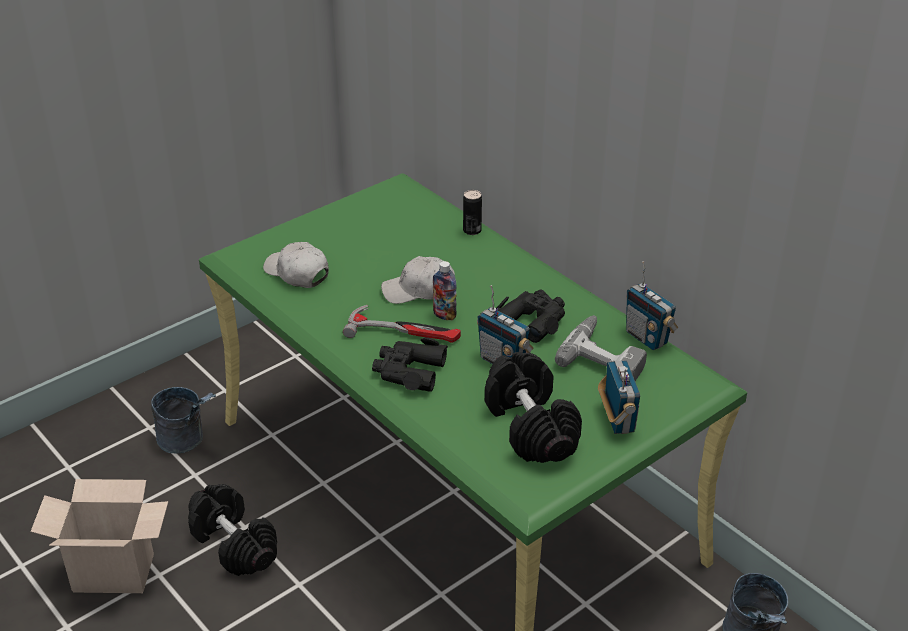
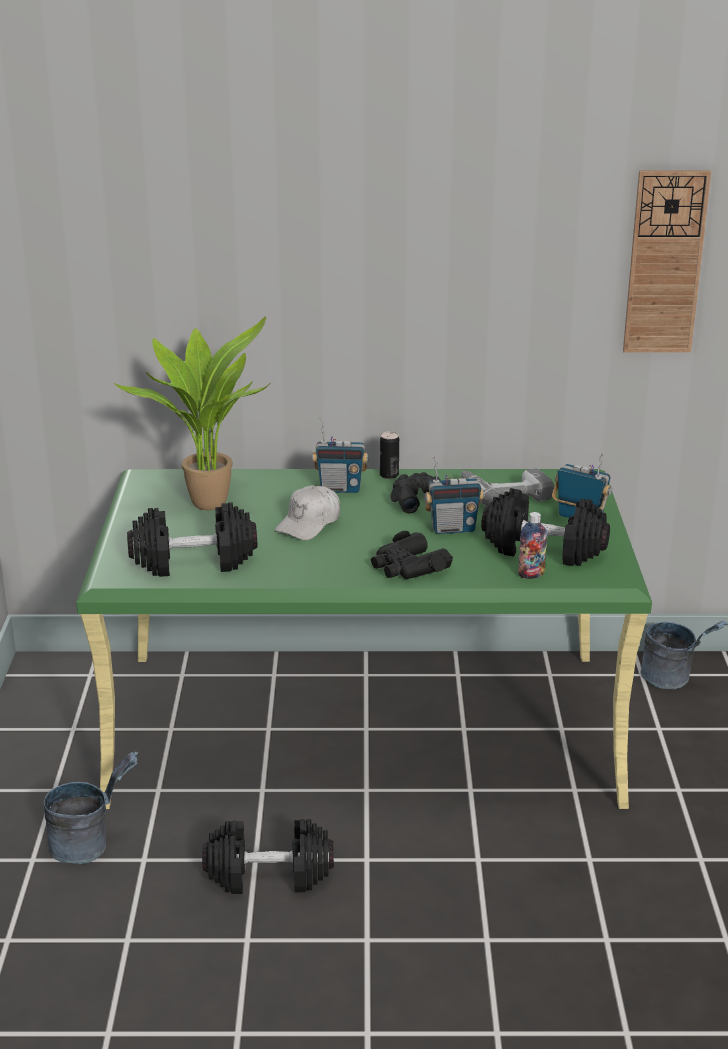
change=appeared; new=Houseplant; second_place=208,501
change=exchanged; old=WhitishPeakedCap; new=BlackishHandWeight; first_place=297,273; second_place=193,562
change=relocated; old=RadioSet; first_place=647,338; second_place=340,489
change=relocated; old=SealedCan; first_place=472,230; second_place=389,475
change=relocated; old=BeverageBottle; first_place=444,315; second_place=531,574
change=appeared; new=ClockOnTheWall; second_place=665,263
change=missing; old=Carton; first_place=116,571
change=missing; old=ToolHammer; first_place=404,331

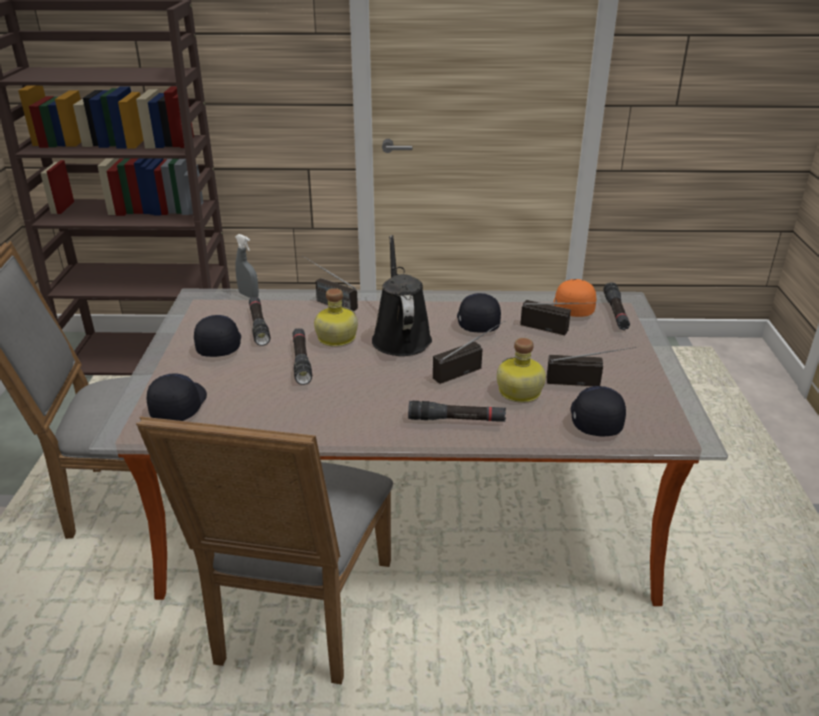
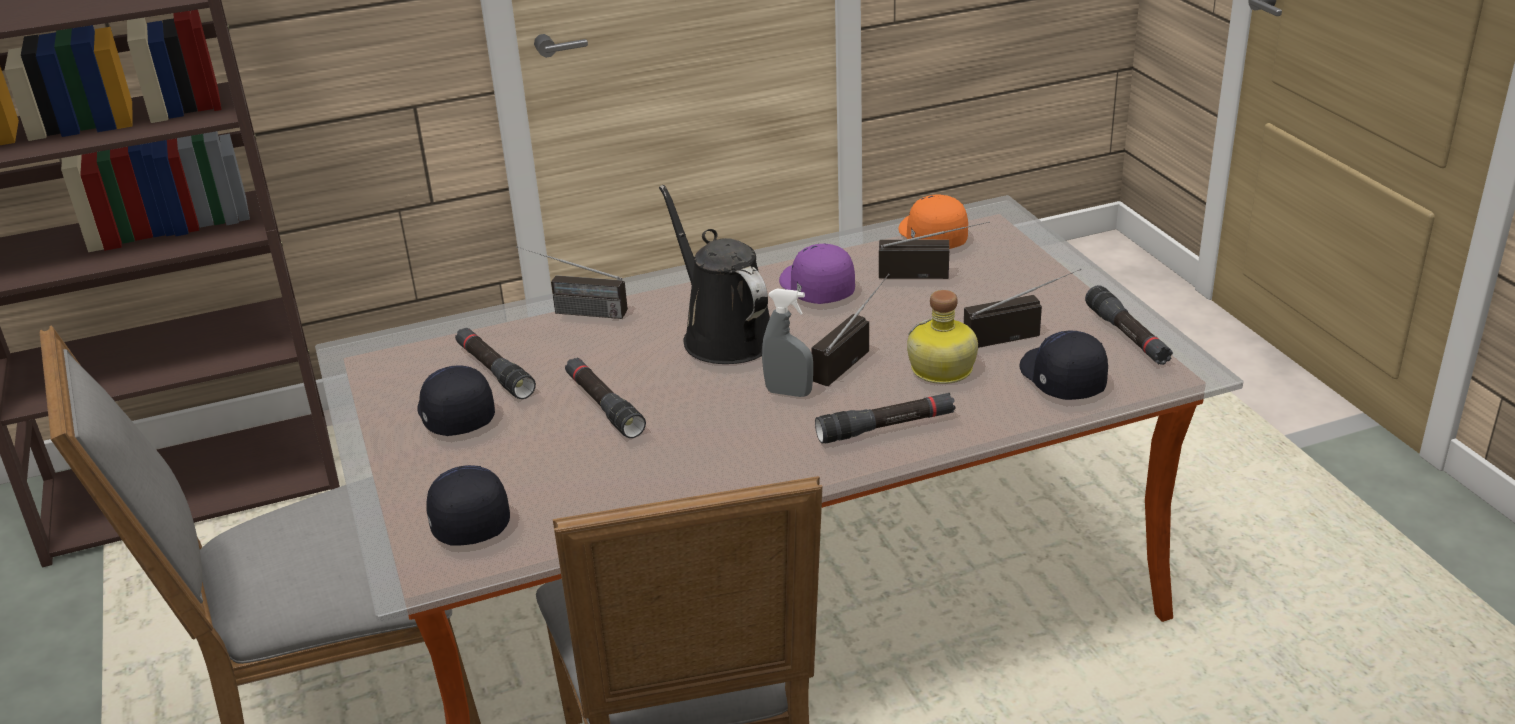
change=relocated; old=GrayHandSprayer; first_place=249,295; second_place=788,392
change=colour; old=BlackishPeakedCap; new=PurpleColouredPeakedCap; first_place=476,322; second_place=815,288
change=relocated; old=BlackishFlashlight; first_place=615,312; second_place=1127,336
change=missing; old=BeverageBottle; first_place=335,338

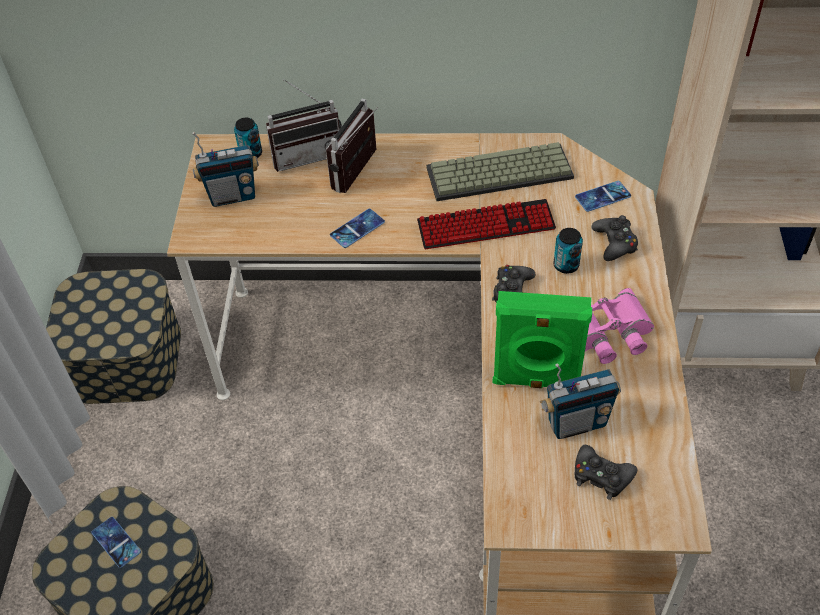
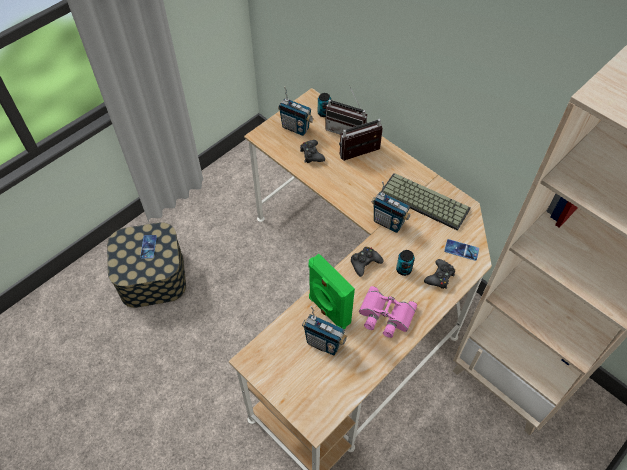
change=relocated; old=BlackishJoypad; first_place=601,476; second_place=311,154
change=exchanged; old=ComputerKeyboard; new=RadioSet; first_place=486,226; second_place=388,222
change=missing; old=StorageBin; first_place=125,358
change=missing; old=Handset; first_place=357,228

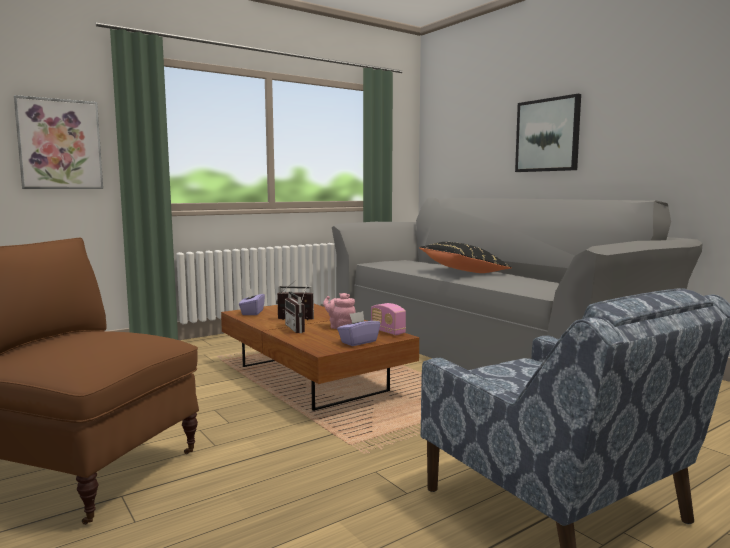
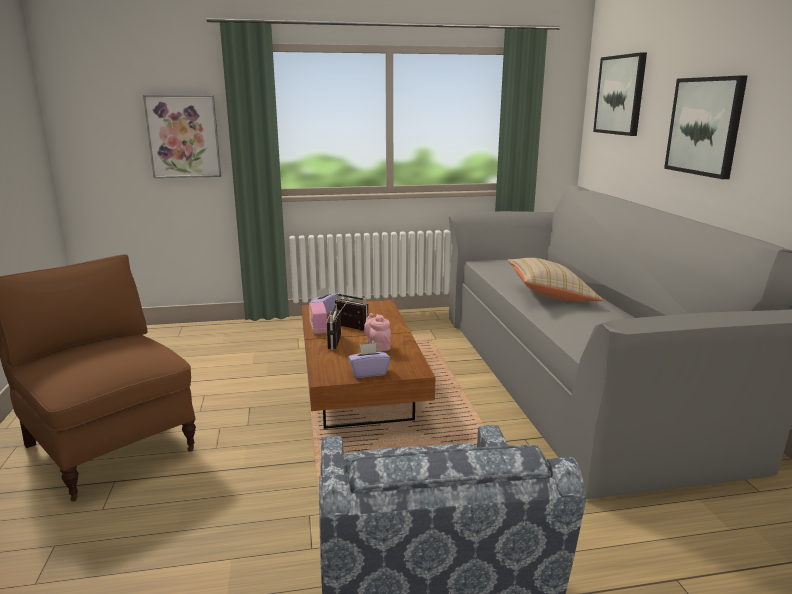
change=relocated; old=RadioSet; first_place=387,332; second_place=318,328
change=colour; old=BlackishPillow; new=BeigePillow; first_place=463,272; second_place=550,295
change=appeared; new=Picture; second_place=620,95

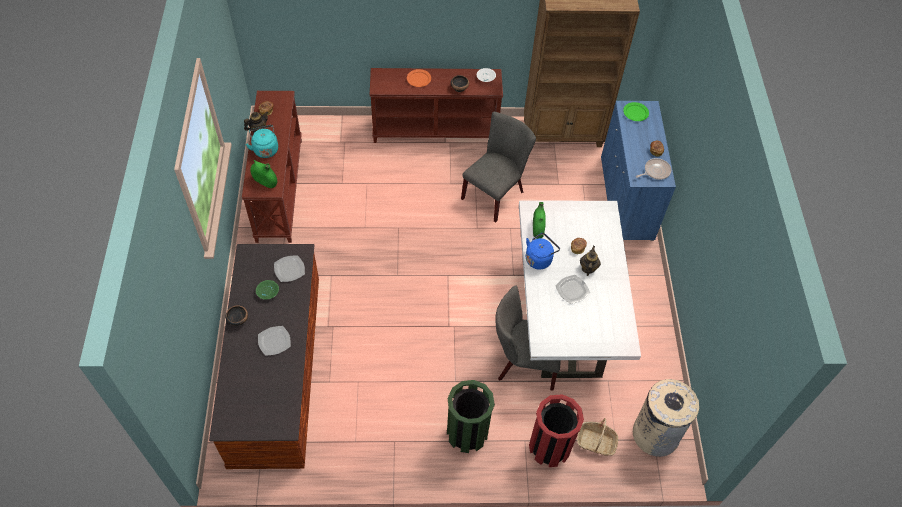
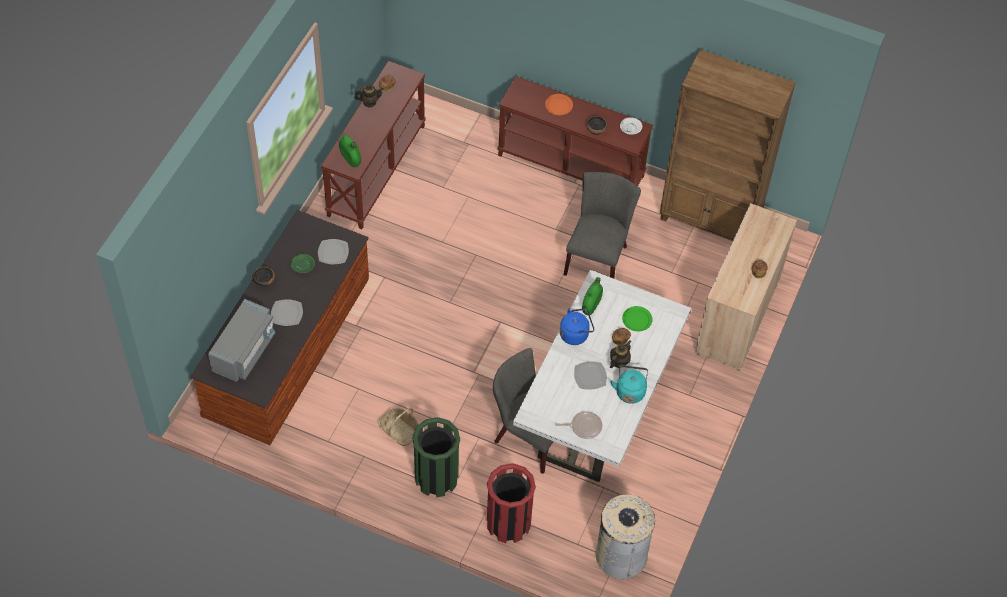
change=appeared; new=GrayKitchenMicrowave; second_place=244,351
change=relocated; old=HouseholdBasket; first_place=596,442; second_place=400,431
change=relocated; old=Skillet; first_place=655,171; second_place=584,426
change=spun; old=GrayChair; first_place=495,193; second_place=597,257; degrees=-45
change=relocated; old=TurquoiseColouredWaterKettle; first_place=265,149; second_place=630,391
change=relocated; old=GreenFlatDish; first_place=635,113; second_place=636,319
change=colour; old=BlueStorageCabinet; new=BeigeStorageCabinet; first_place=626,198; second_place=737,315

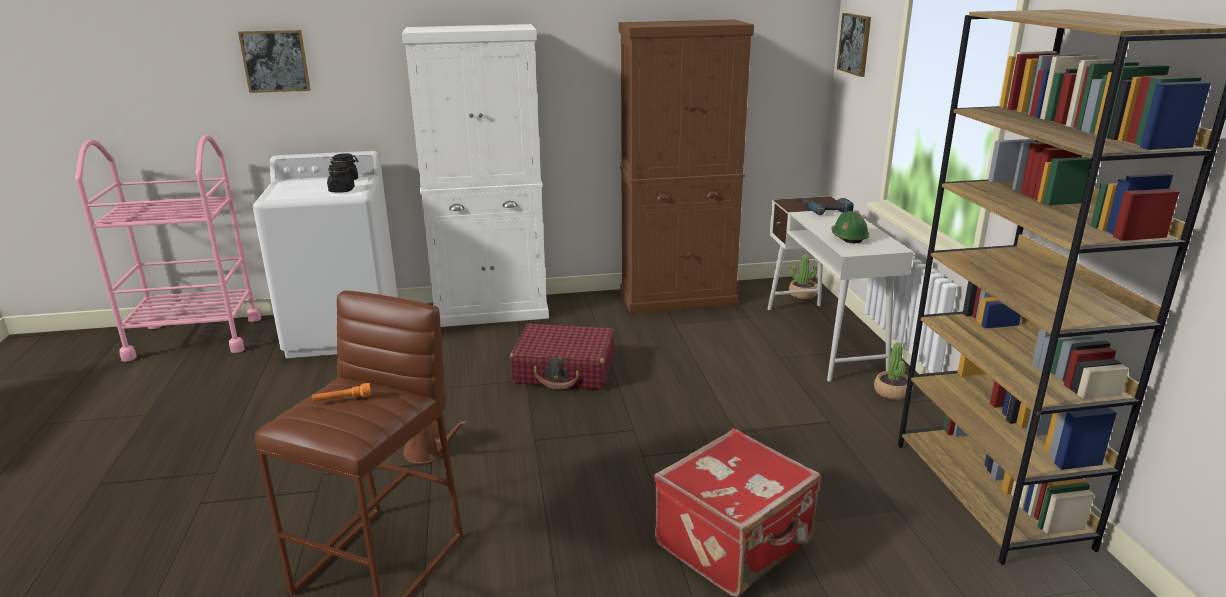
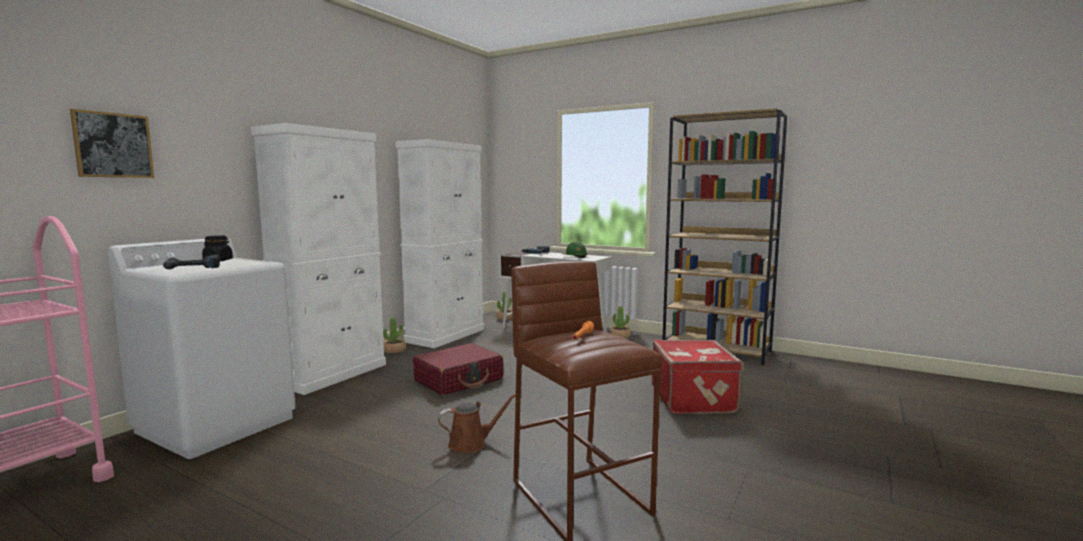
change=appeared; new=PowerDrill; second_place=193,267
change=appeared; new=Houseplant; second_place=394,350
change=colour; old=BrownColouredStorageCabinet; new=WhitishStorageCabinet; first_place=678,298; second_place=446,335
change=missing; old=BlackishJar; first_place=342,190
change=missing; old=Picture; first_place=855,44

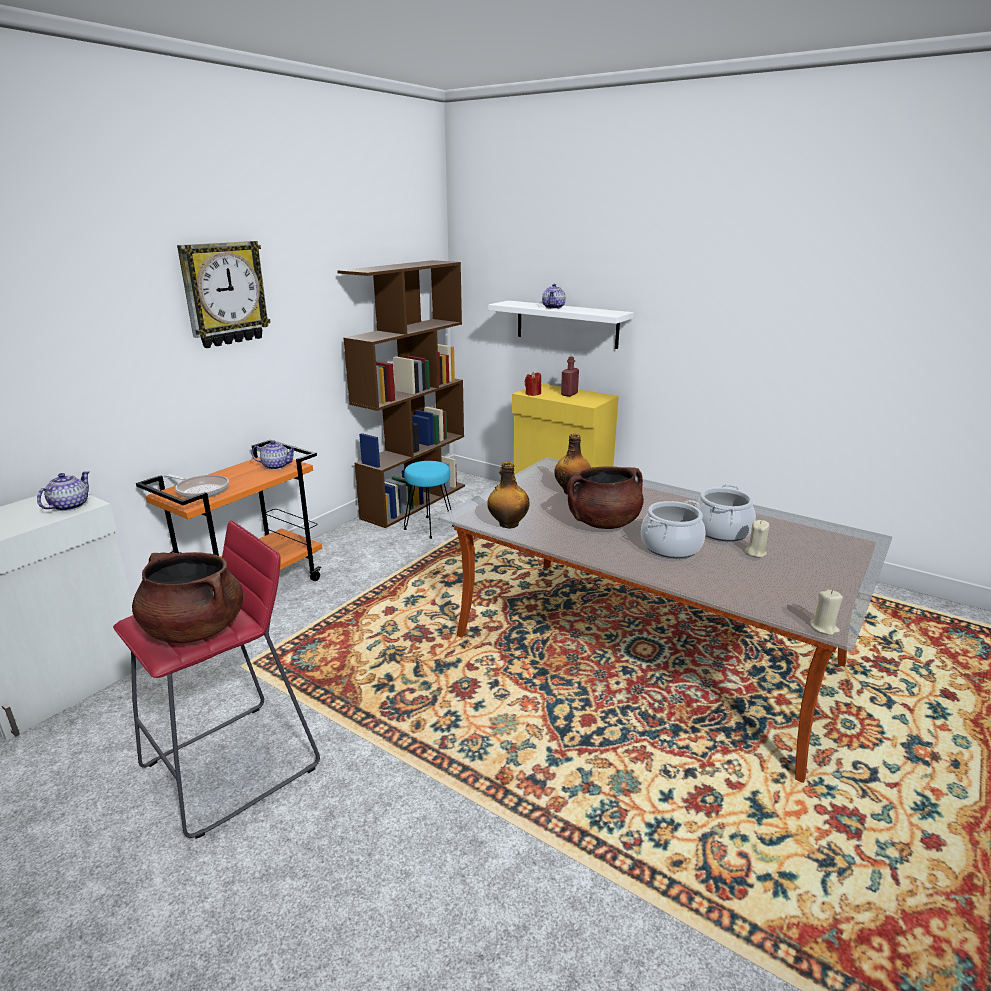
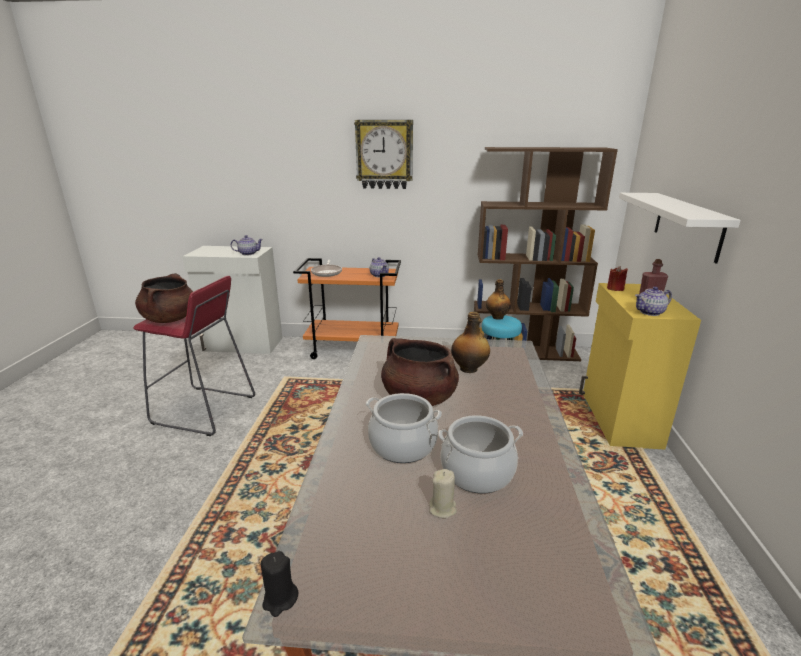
change=colour; old=BeigeWaxCandle; new=BlackishWaxCandle; first_place=824,627; second_place=280,599
change=relocated; old=BeverageBottle; first_place=508,524; second_place=497,317
change=relocated; old=PotForTea; first_place=553,307; second_place=650,312

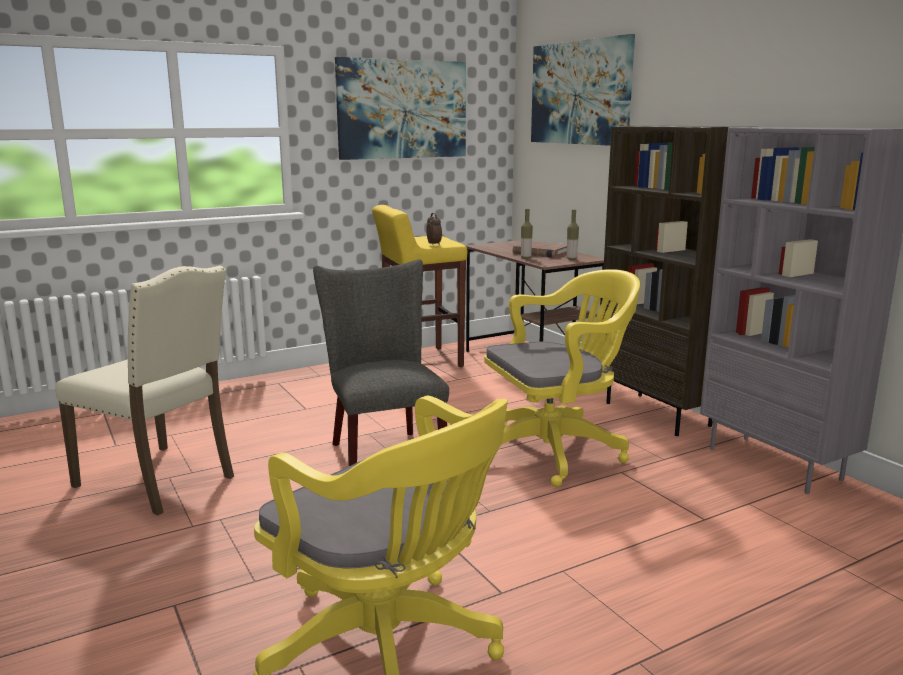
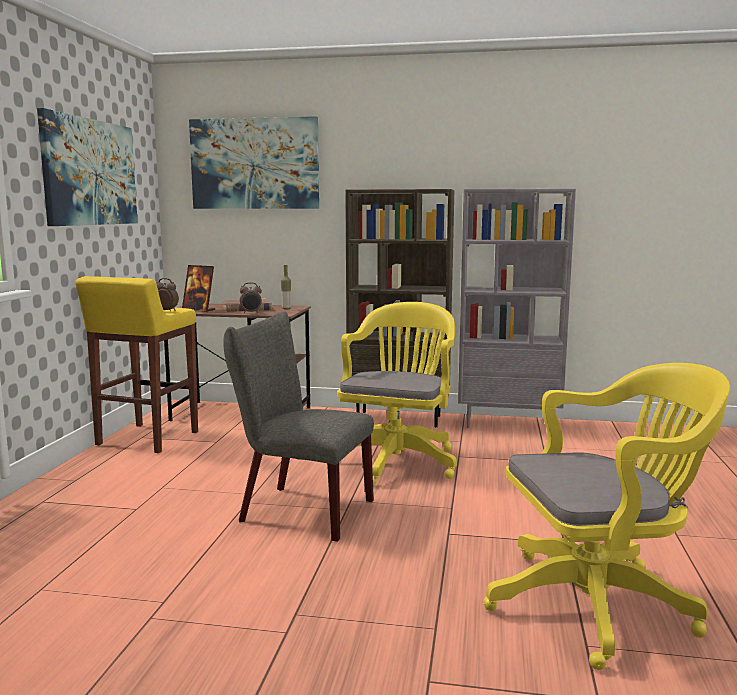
change=appeared; new=PictureFrame; second_place=199,310
change=exchanged; old=BeverageBottle; new=AlarmClock; first_place=526,257; second_place=251,312
change=missing; old=BeigeChair; first_place=160,481

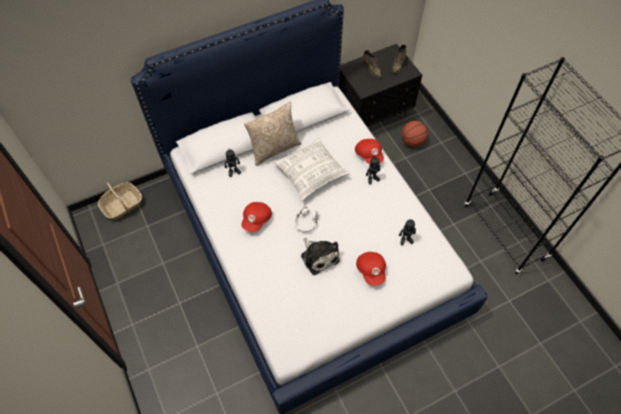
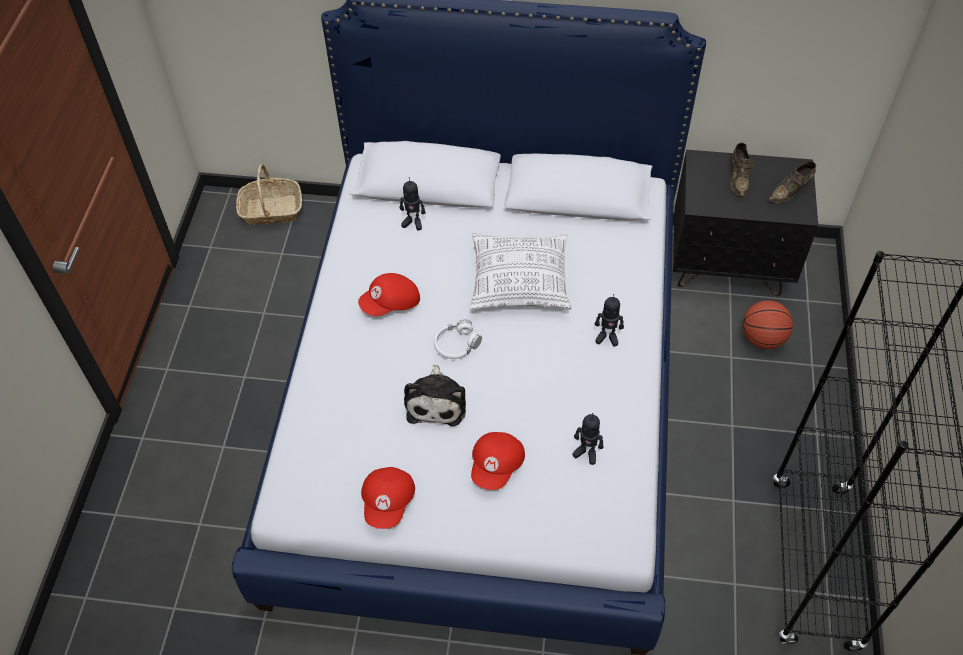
change=relocated; old=ReddishPeakedCap; first_place=369,155; second_place=389,502
change=missing; old=Pillow; first_place=274,148

